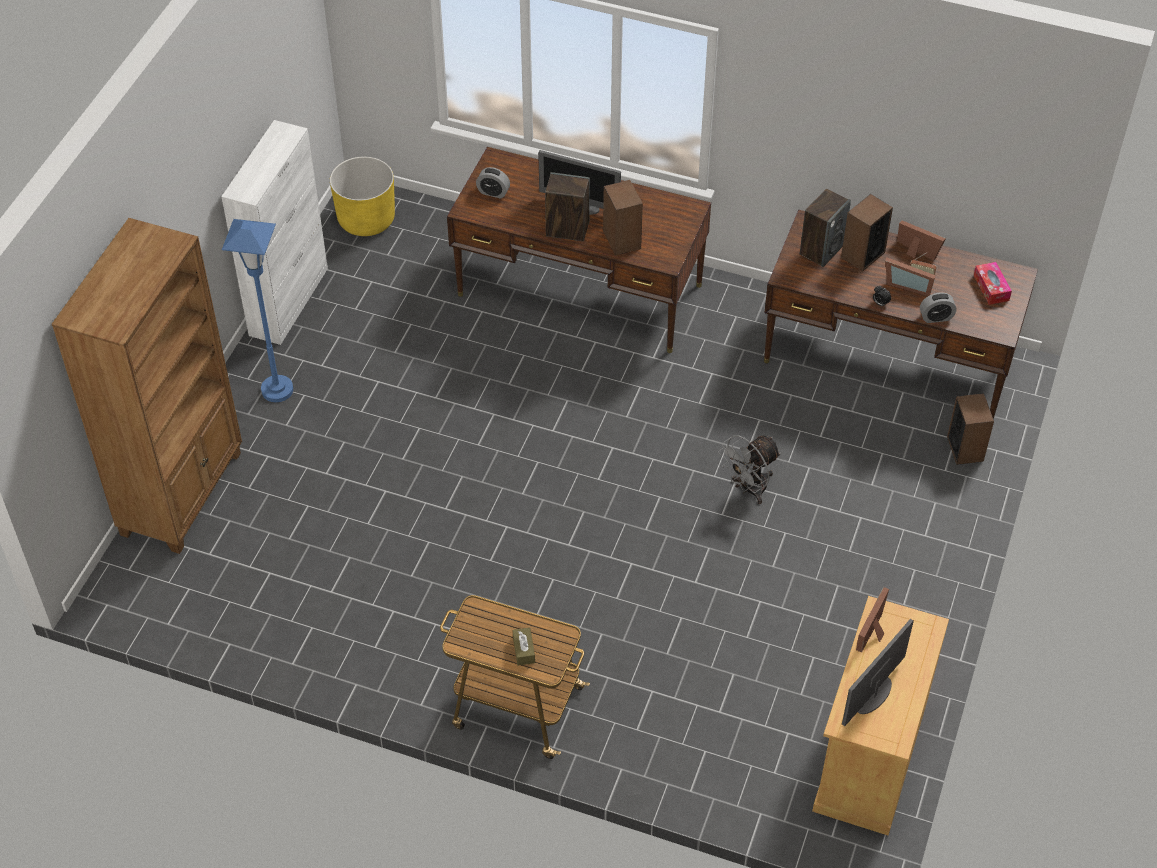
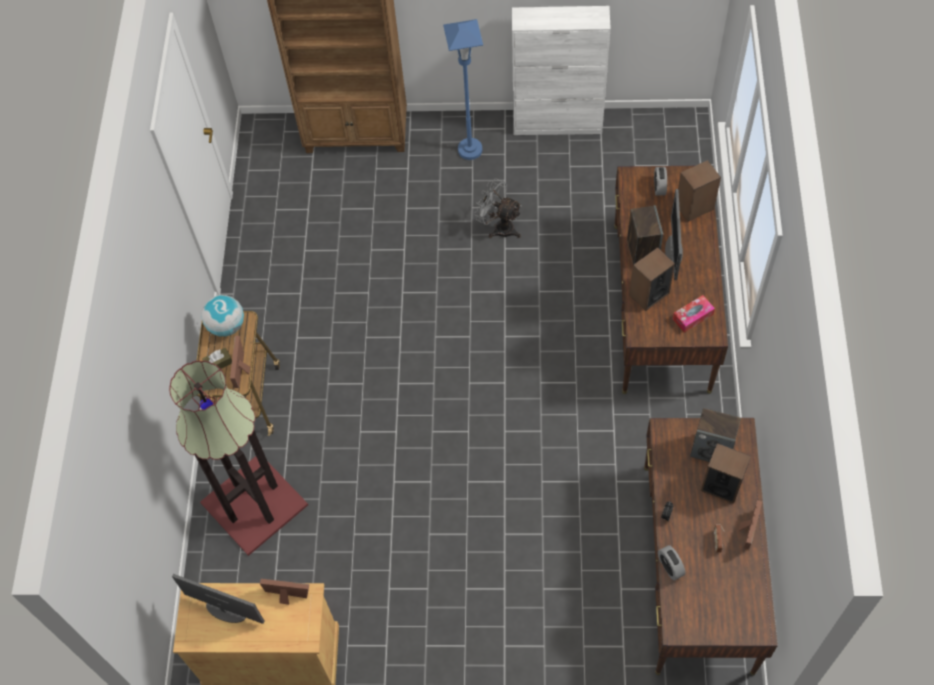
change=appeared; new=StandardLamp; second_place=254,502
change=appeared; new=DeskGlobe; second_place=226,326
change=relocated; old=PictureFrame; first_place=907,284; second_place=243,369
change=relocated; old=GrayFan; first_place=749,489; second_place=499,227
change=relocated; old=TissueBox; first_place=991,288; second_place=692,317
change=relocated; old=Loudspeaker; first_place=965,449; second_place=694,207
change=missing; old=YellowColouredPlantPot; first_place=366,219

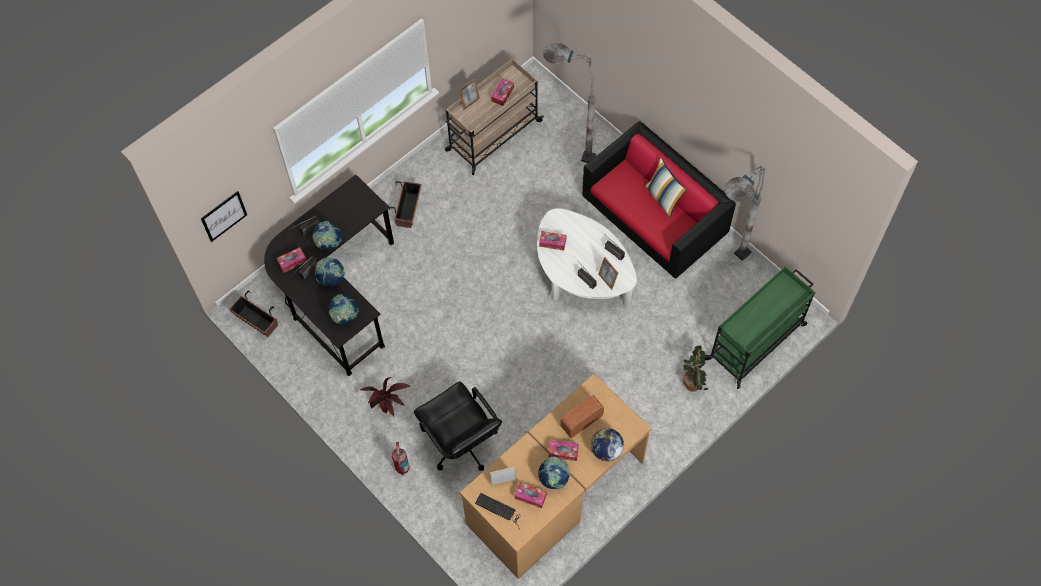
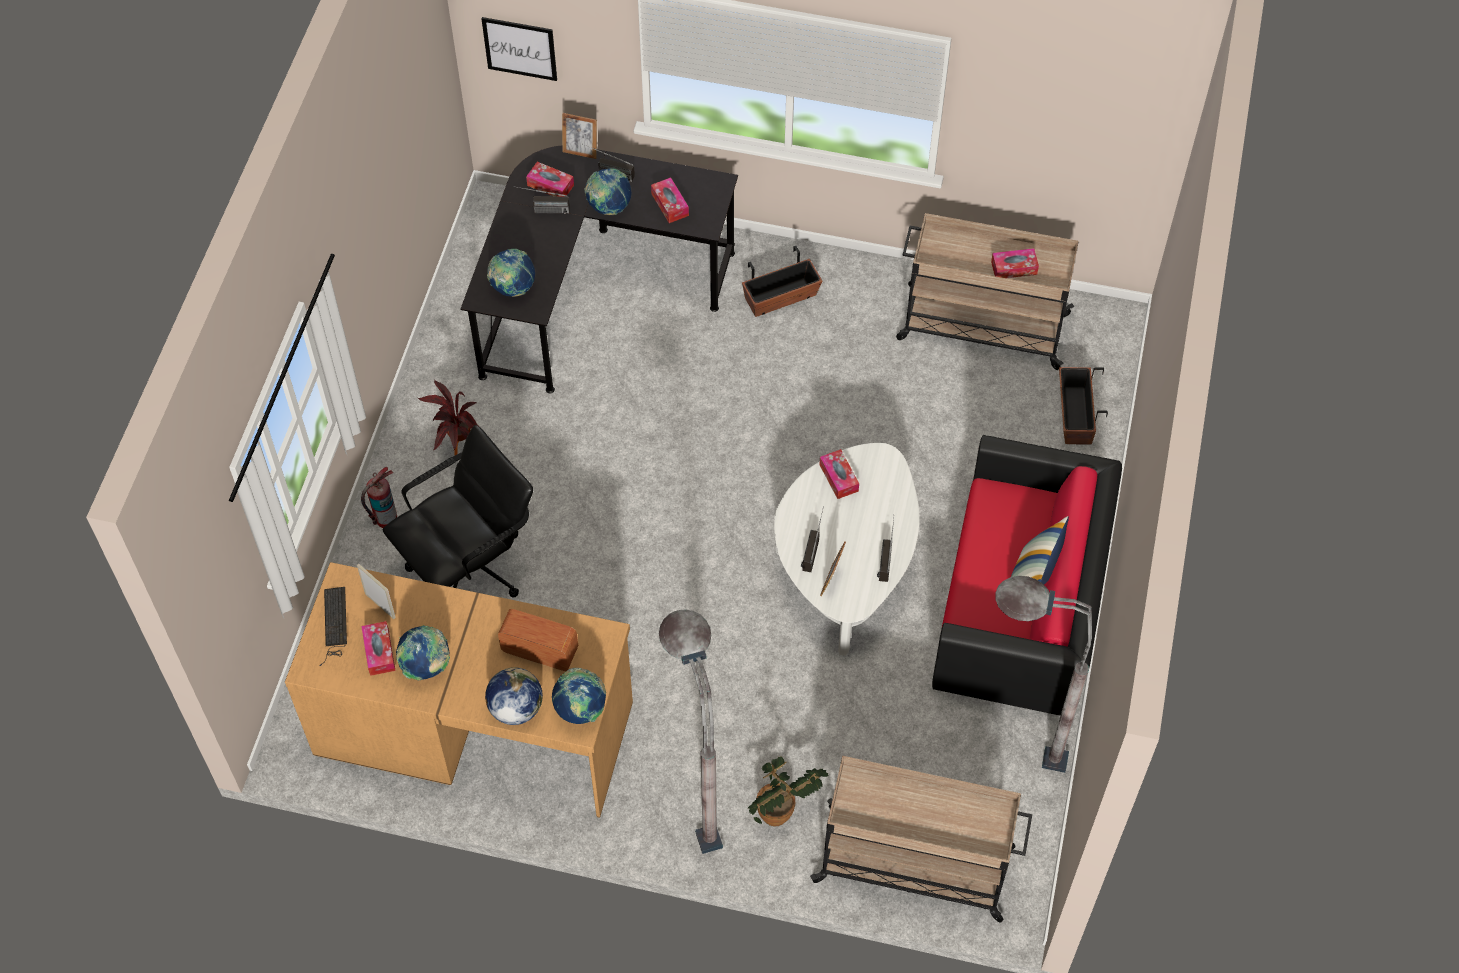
change=spun; old=BlackishOfficeChair; first_place=461,443; second_place=470,567; degrees=-150
change=relocated; old=DeskGlobe; first_place=331,278; second_place=581,709
change=relocated; old=PictureFrame; first_place=469,102; second_place=580,151
change=relocated; old=TissueBox; first_place=563,452; second_place=670,204
change=relocated; old=GrayStandardLamp; first_place=564,152; second_place=696,796
change=colour; old=GreenTrolley; new=BeigeTrolley; first_place=756,341; second_place=916,865
change=relocated; old=PlantPot; first_place=256,321; second_place=1074,415

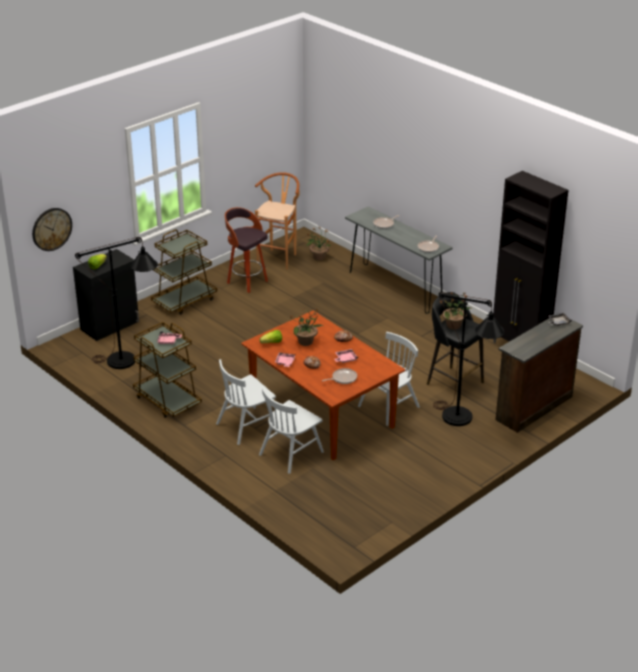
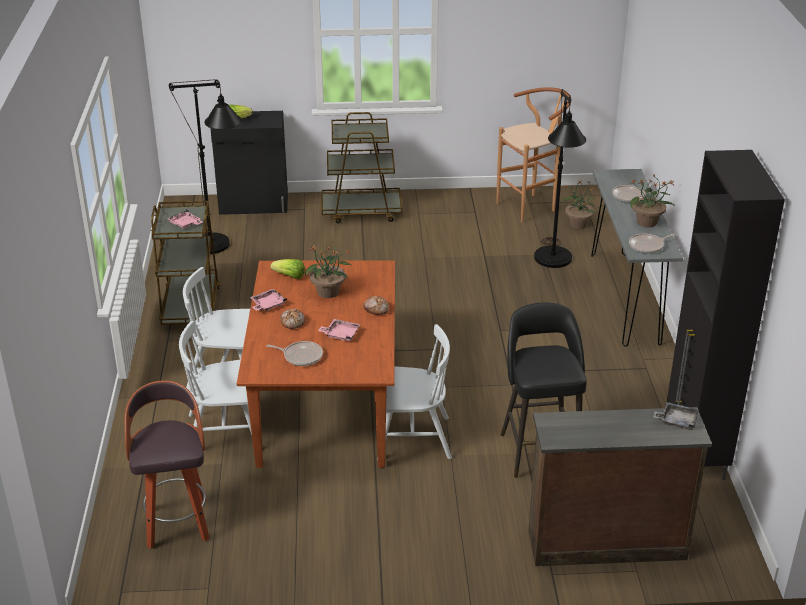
change=relocated; old=SittingStool; first_place=246,282; second_place=176,522
change=relocated; old=BlackishStandardLamp; first_place=463,421; second_place=553,264
change=relocated; old=Houseplant; first_place=454,325; second_place=647,222
change=missing; old=ClockOnTheWall; first_place=51,229

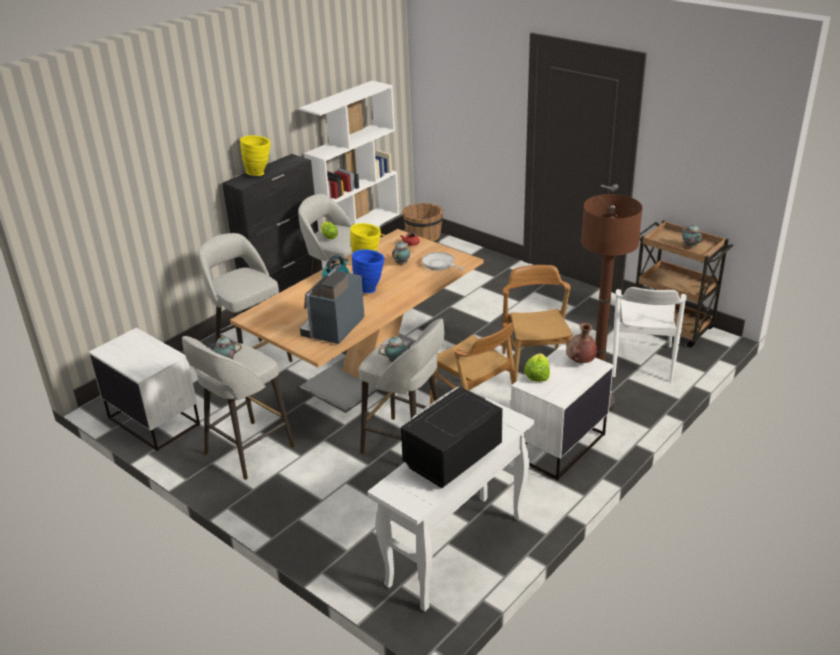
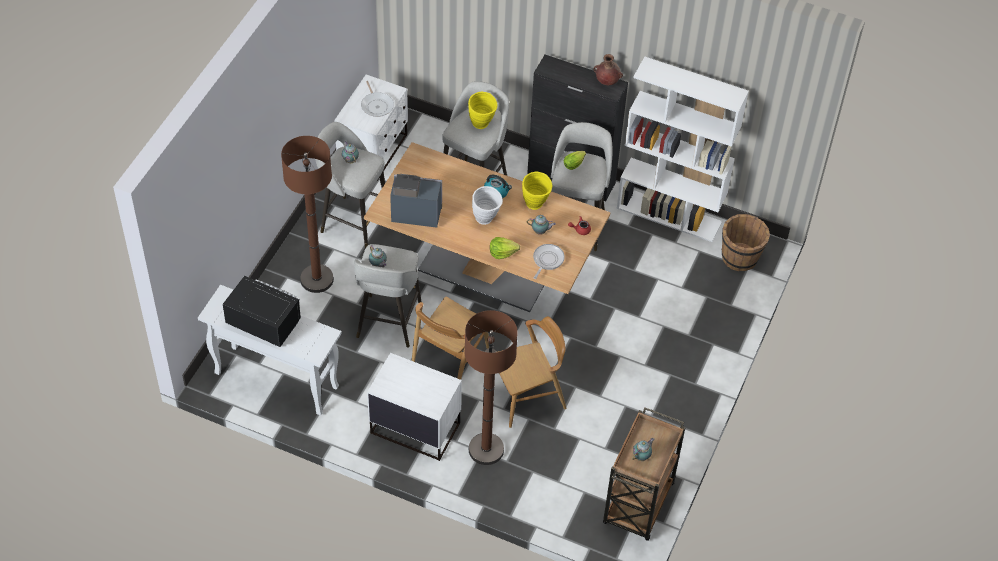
change=appeared; new=BrownColouredStandardLamp; second_place=317,279
change=appeared; new=Skillet; second_place=377,105
change=relocated; old=YellowColouredVase; first_place=259,173; second_place=482,125
change=colour; old=BlueVase; new=WhitishVase; first_place=370,289; second_place=486,220
change=relocated; old=LettuceHead; first_place=537,375; second_place=502,252
change=relocated; old=BrownColouredVase; first_place=580,362; second_place=606,81
change=missing; old=WhitishChair; first_place=641,361

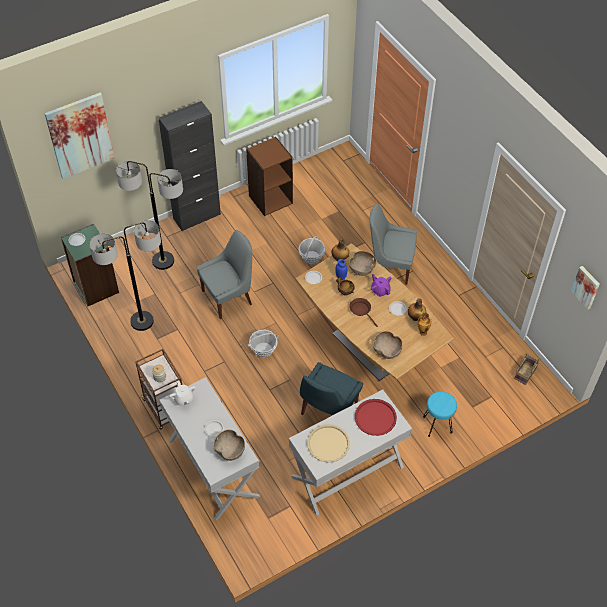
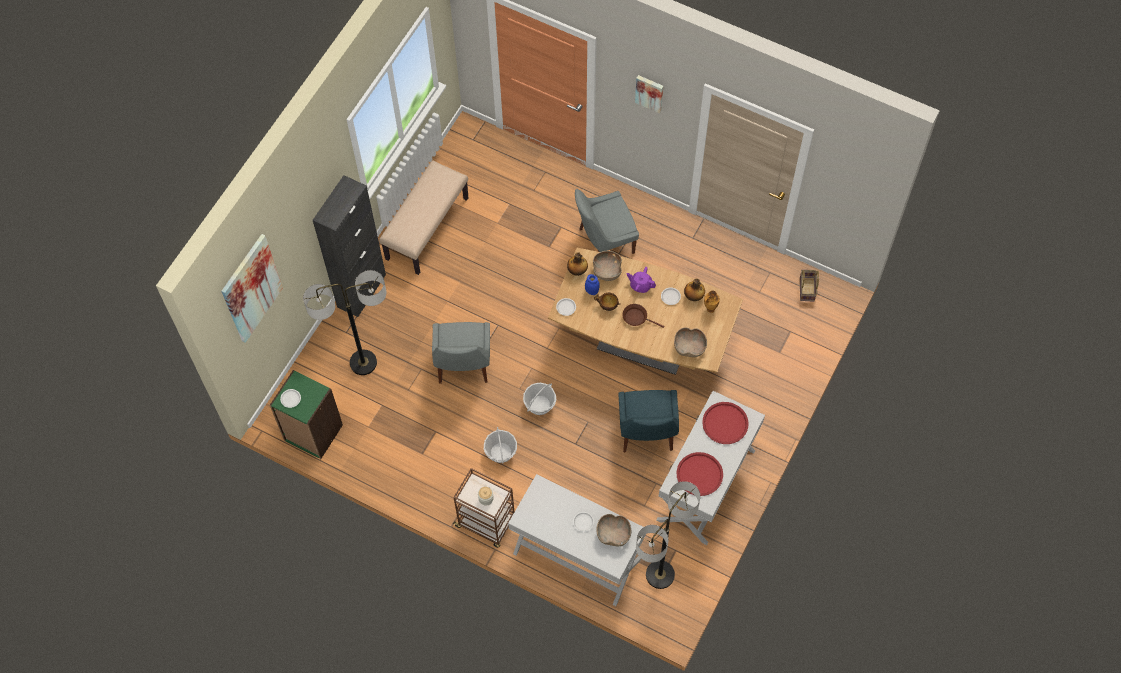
change=exchanged; old=BrownColouredBookshelf; new=BeigeBench; first_place=270,199; second_place=426,228
change=spun; old=GrayChair; first_place=229,297; second_place=463,366; degrees=150
change=relocated; old=HouseholdBasket; first_place=311,257; second_place=501,452
change=relocated; old=Picture; first_place=586,287; second_place=649,92
change=relocated; old=StandardLamp; first_place=142,321; second_place=659,575
change=colour; old=BeigeServingTray; new=ReddishServingTray; first_place=328,443; second_place=699,474
change=missing; old=WhitishPotForTea; first_place=183,399
change=missing; old=TurquoiseColouredSittingStool; first_place=437,425

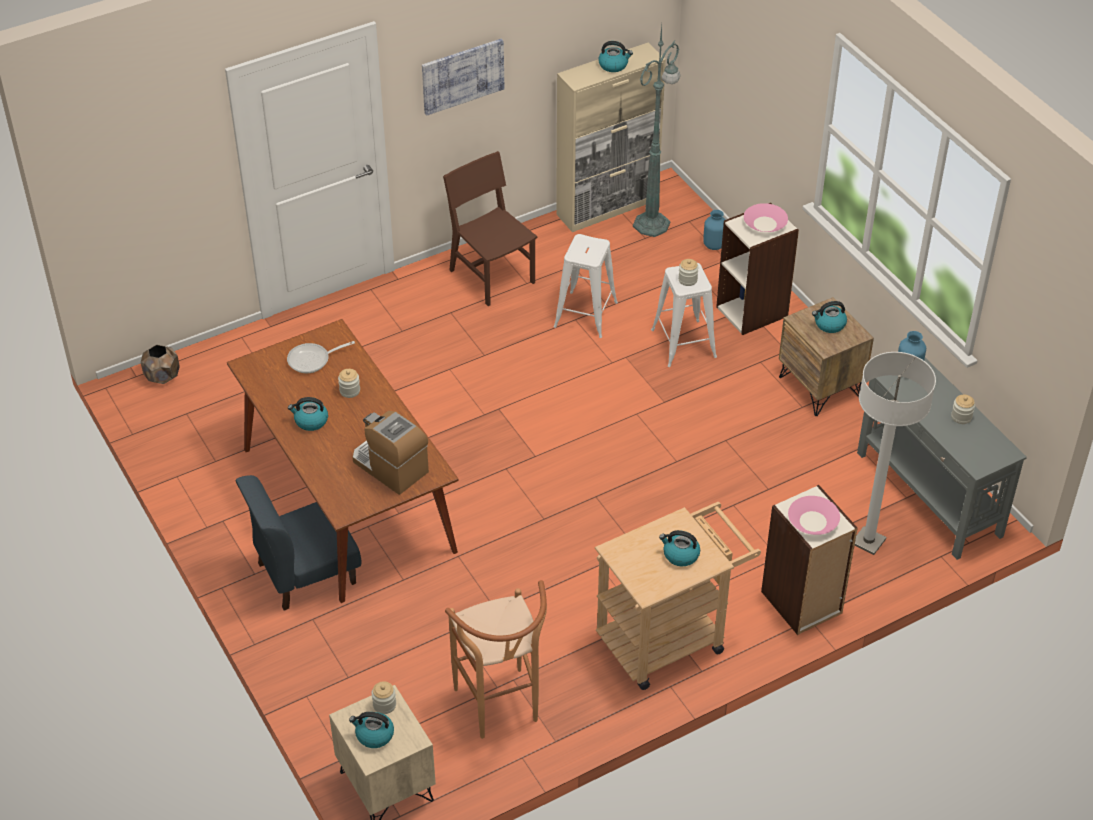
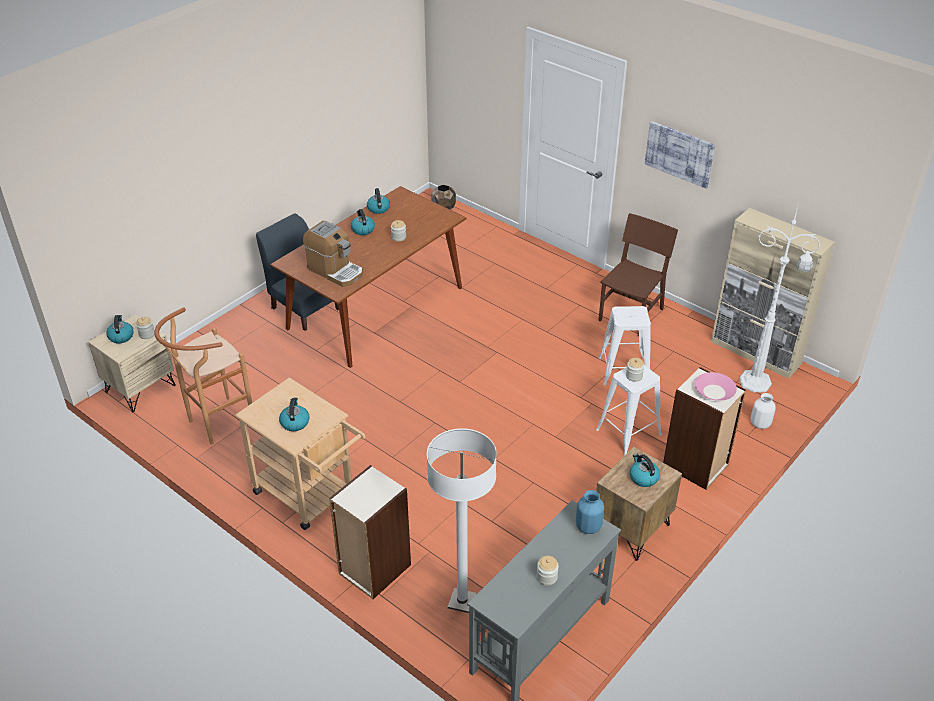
change=spun; old=CoffeeBrewer; first_place=390,467; second_place=335,271; degrees=105
change=relocated; old=WaterKettle; first_place=613,65; second_place=378,209
change=colour; old=GreenStandardLamp; new=WhitishStandardLamp; first_place=652,223; second_place=757,382
change=colour; old=BlueVase; new=WhitishVase; first_place=714,245; second_place=760,424
change=missing; old=Skillet; first_place=312,360
change=missing; old=PinkishServingBowl; first_place=812,521

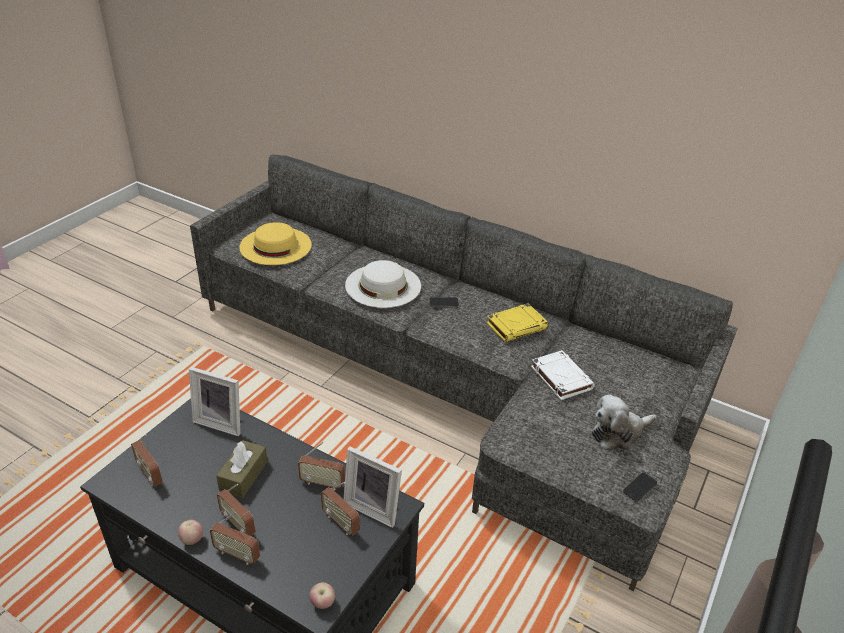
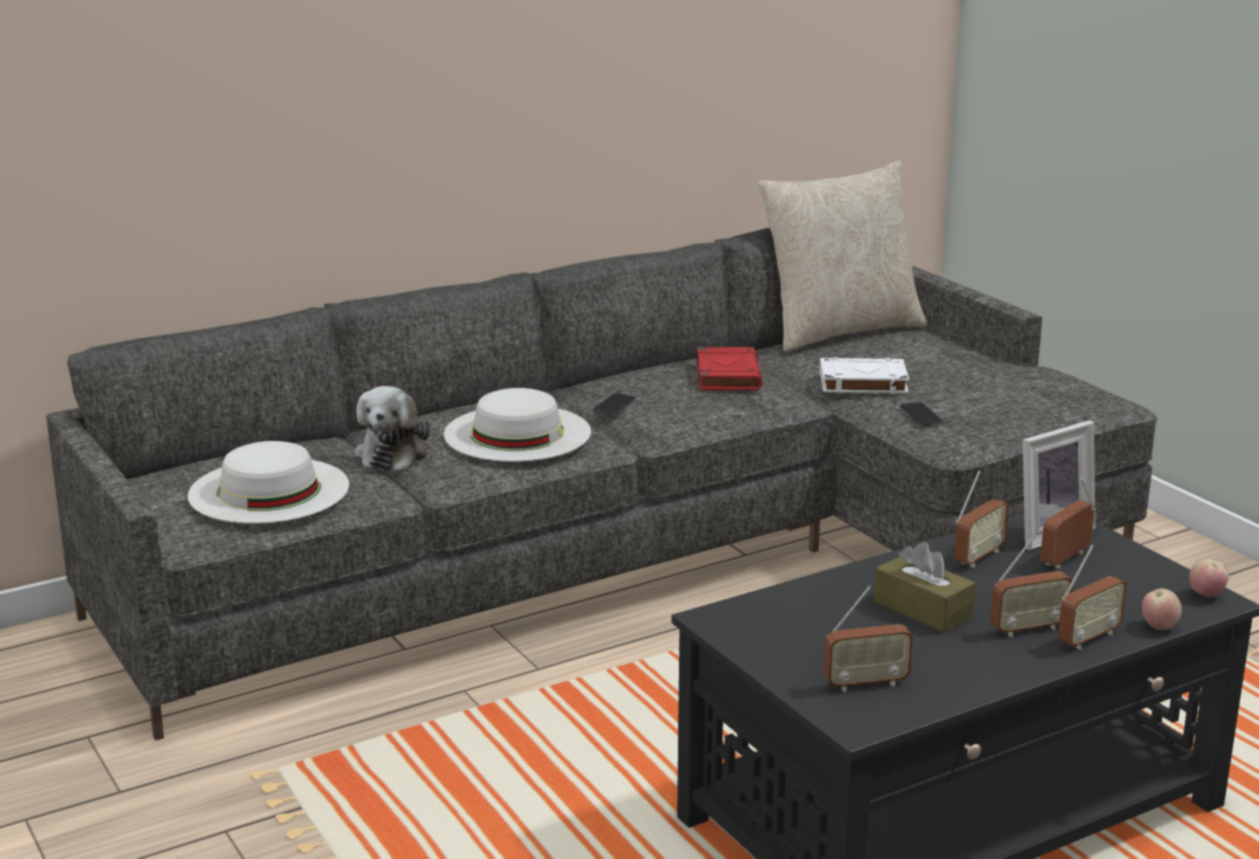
change=colour; old=YellowColouredHat; new=WhitishHat; first_place=275,246; second_place=269,490
change=relocated; old=SoftToy; first_place=618,433; second_place=393,453
change=colour; old=YellowColouredBook; new=ReddishBook; first_place=517,326; second_place=727,375
change=appeared; new=BeigePillow; second_place=840,330
change=relocated; old=Handset; first_place=639,487; second_place=920,415
change=spun; old=RadioSet; first_place=341,522; second_place=1066,559; degrees=150
change=relocated; old=WholeApple; first_place=192,539; second_place=1159,627
change=missing; old=PictureFrame; first_place=221,421

